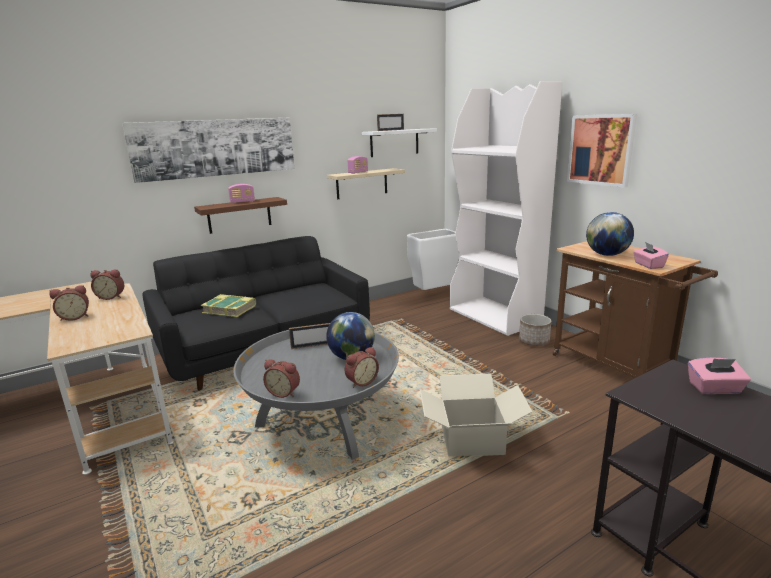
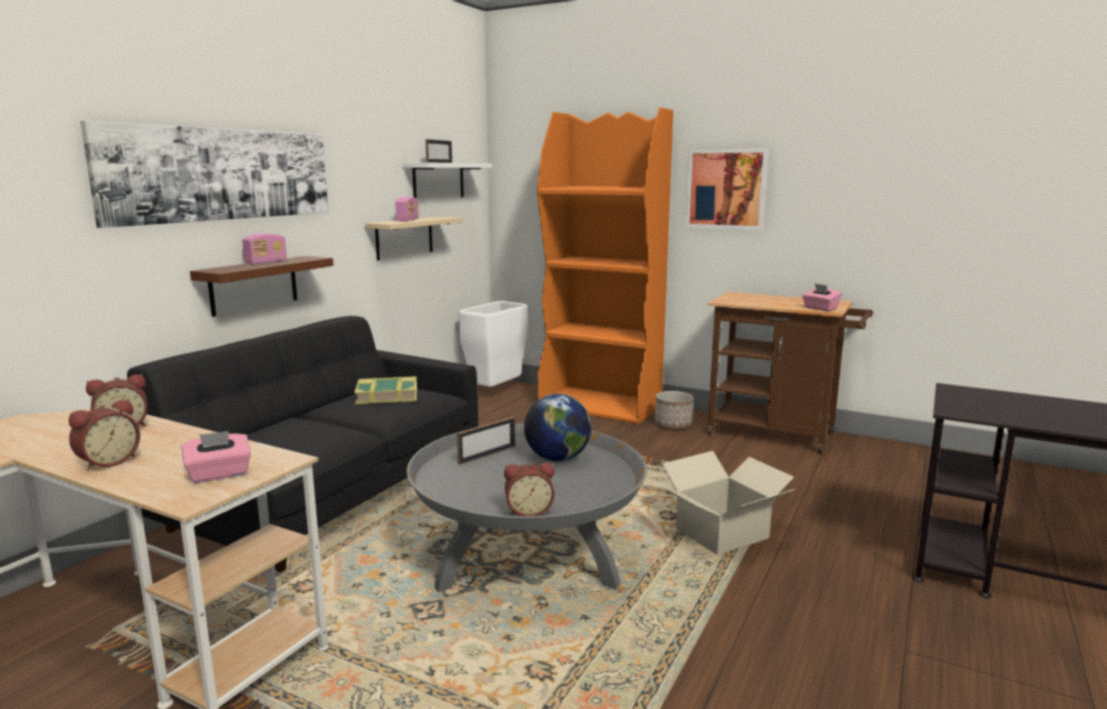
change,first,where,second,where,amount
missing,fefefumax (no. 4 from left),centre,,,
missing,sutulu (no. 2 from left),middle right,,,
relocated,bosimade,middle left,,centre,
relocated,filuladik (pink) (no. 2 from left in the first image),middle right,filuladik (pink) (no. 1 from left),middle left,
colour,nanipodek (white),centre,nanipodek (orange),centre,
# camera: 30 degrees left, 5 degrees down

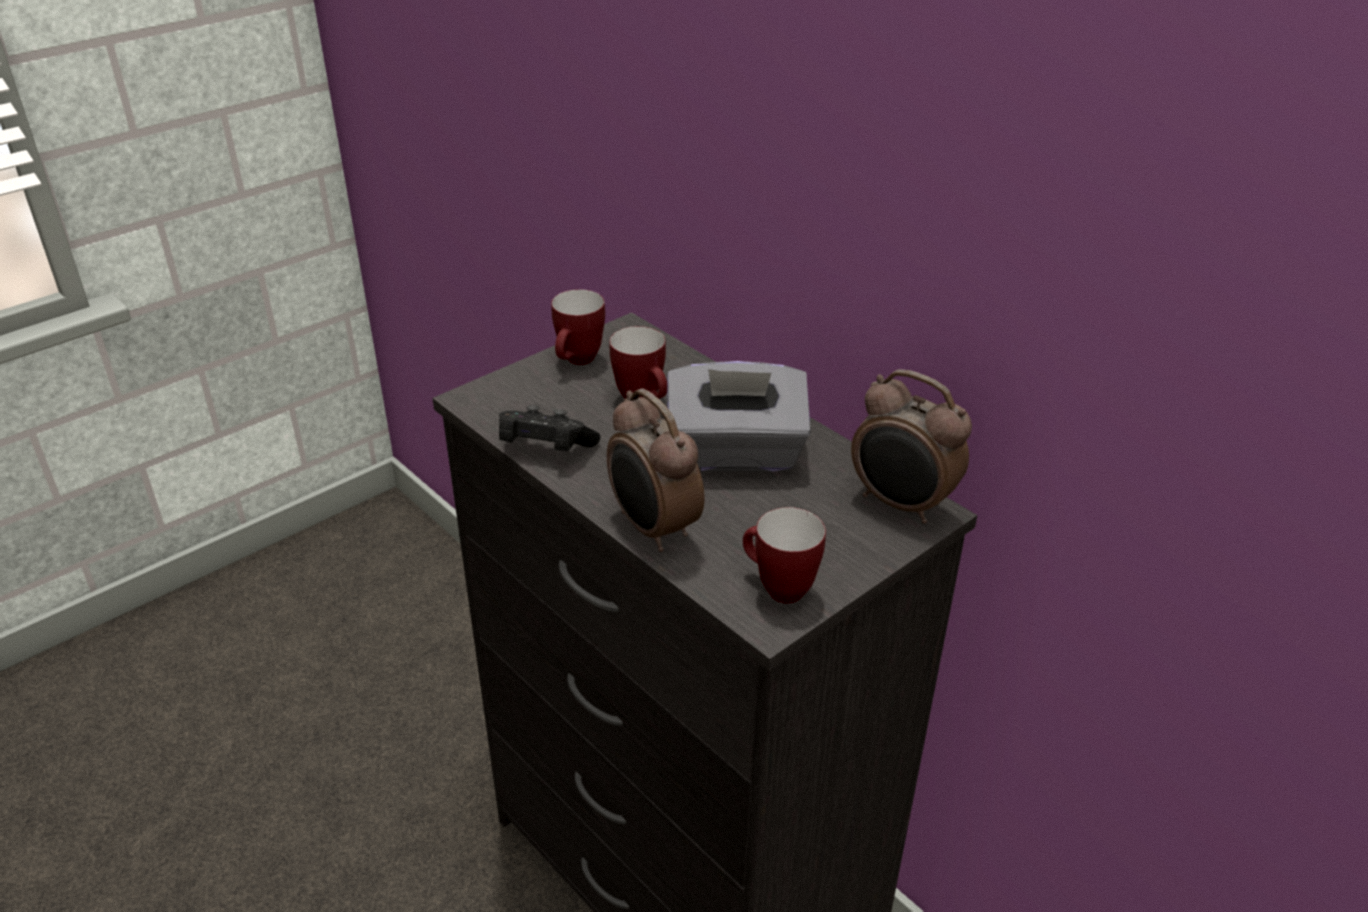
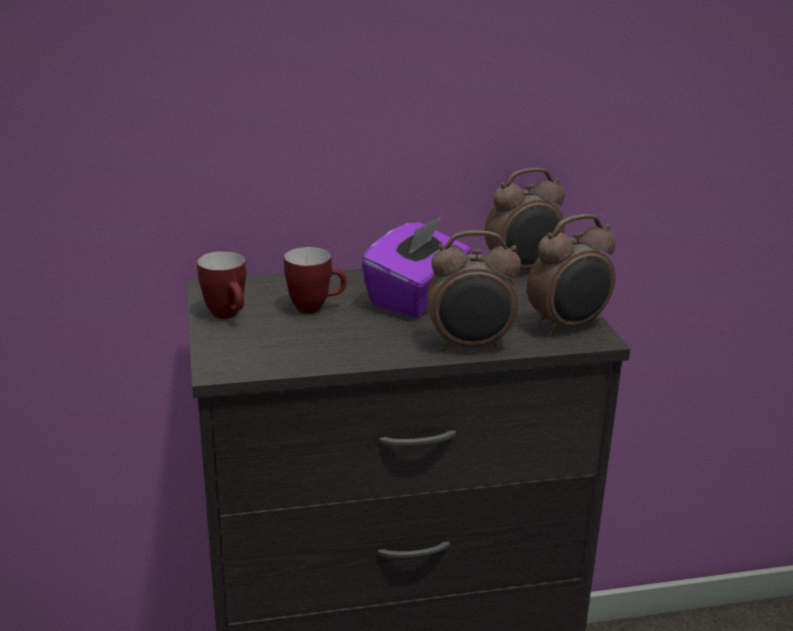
change,first,where,second,where,amount
missing,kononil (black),centre,,,
exchanged,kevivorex (no. 3 from left),centre,fefefumax (no. 3 from left),middle right,
colour,filuladik (grey),centre,filuladik (purple),centre,
# camera: 60 degrees left, 10 degrees down

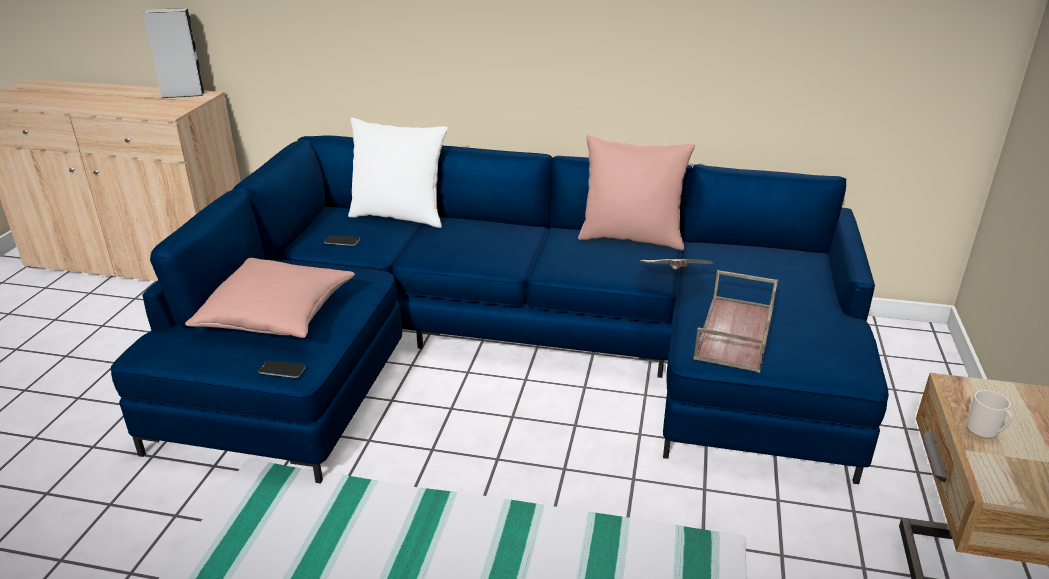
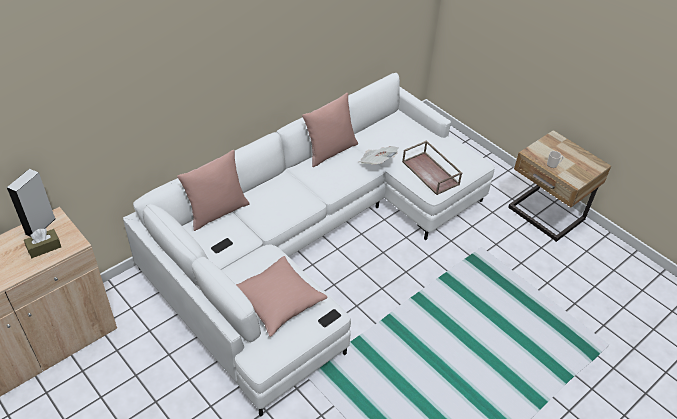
change,first,where,second,where,amount
appeared,,,filuladik (brown),middle left,
colour,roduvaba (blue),centre,roduvaba (white),centre,
colour,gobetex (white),top centre,gobetex (pink) (no. 1 from left),middle left,
# camera: 55 degrees left, 15 degrees up

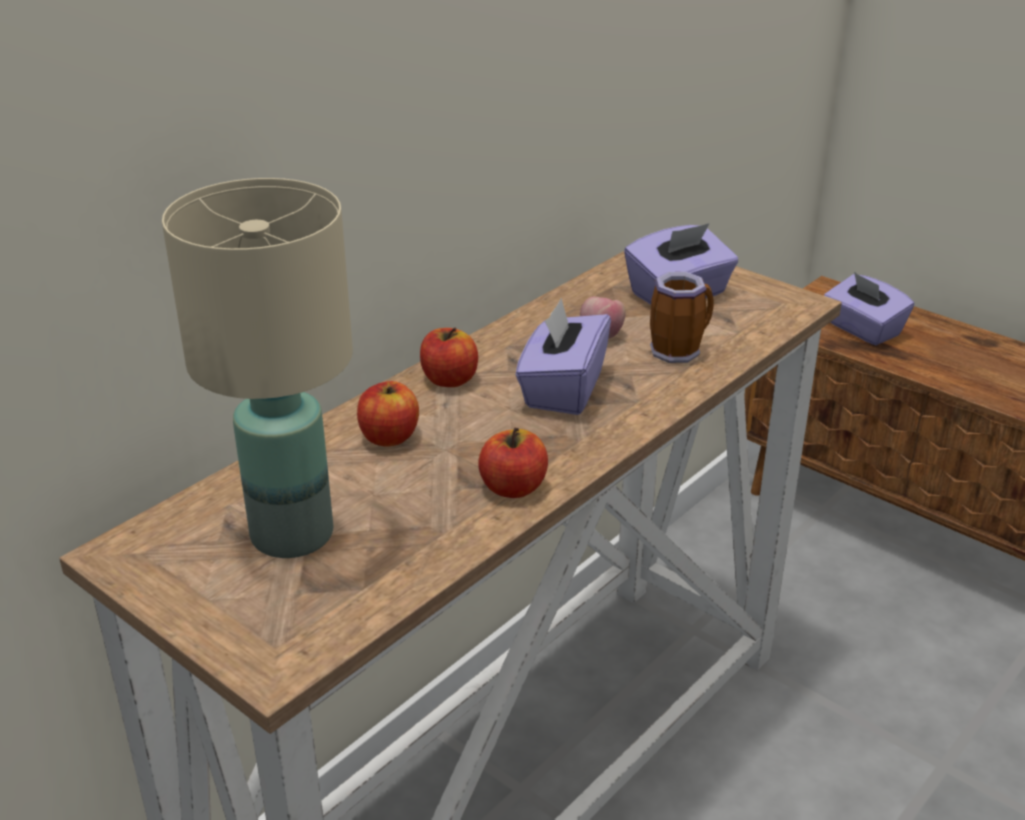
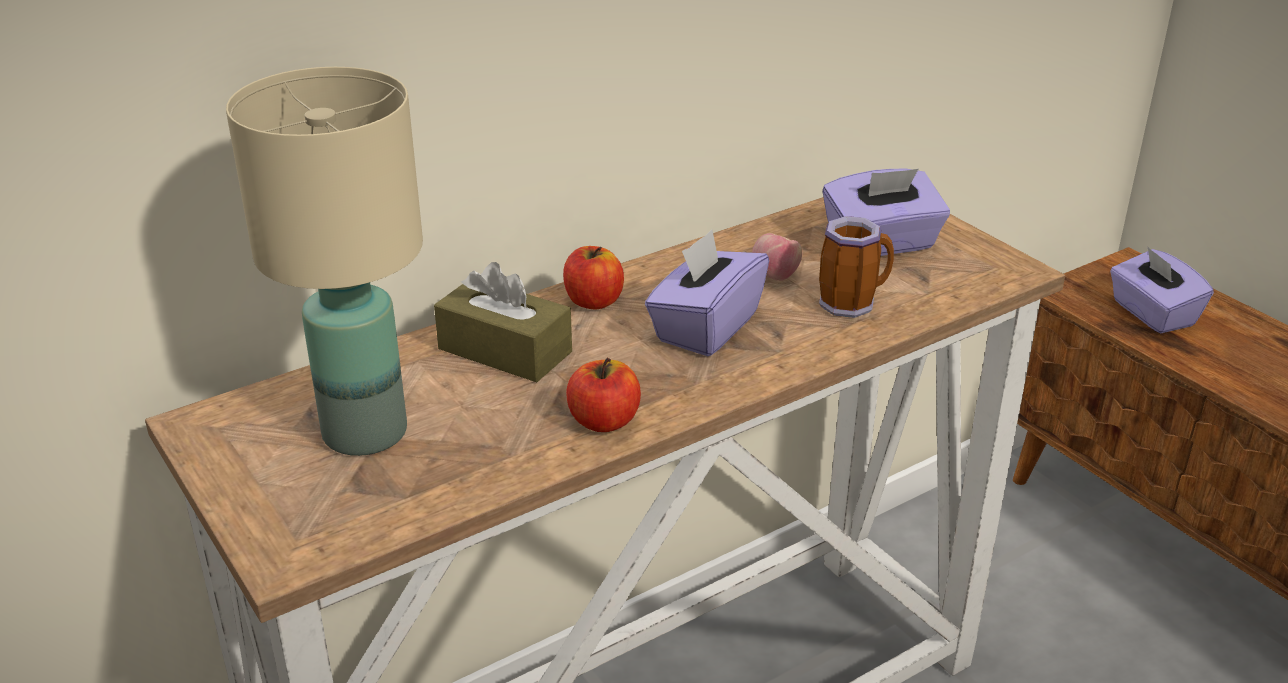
change,first,where,second,where,amount
exchanged,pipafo (no. 1 from left),centre,filuladik (brown),centre,
# camera: 15 degrees right, 0 degrees up

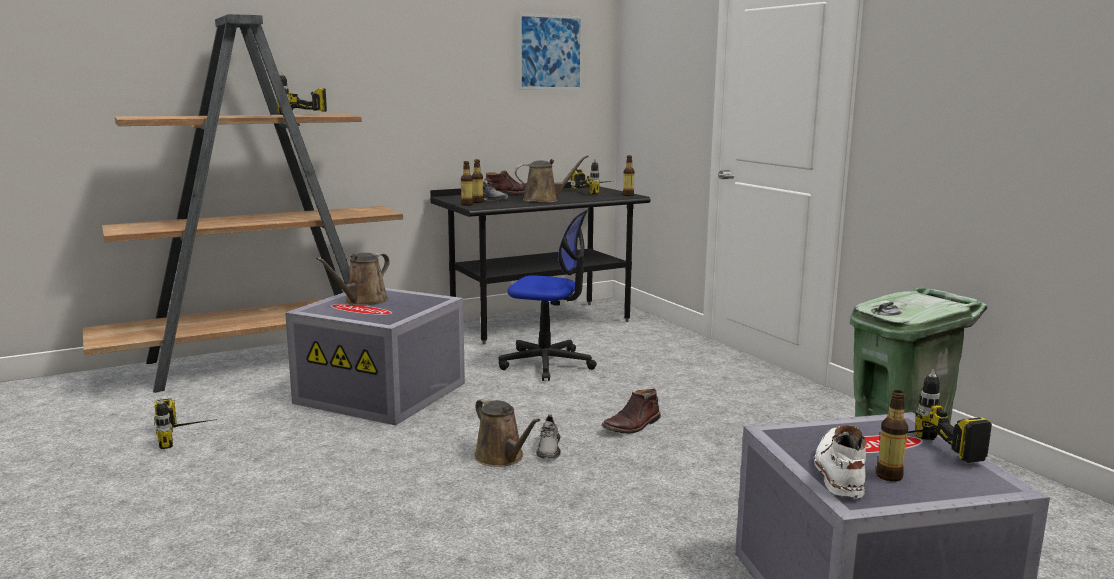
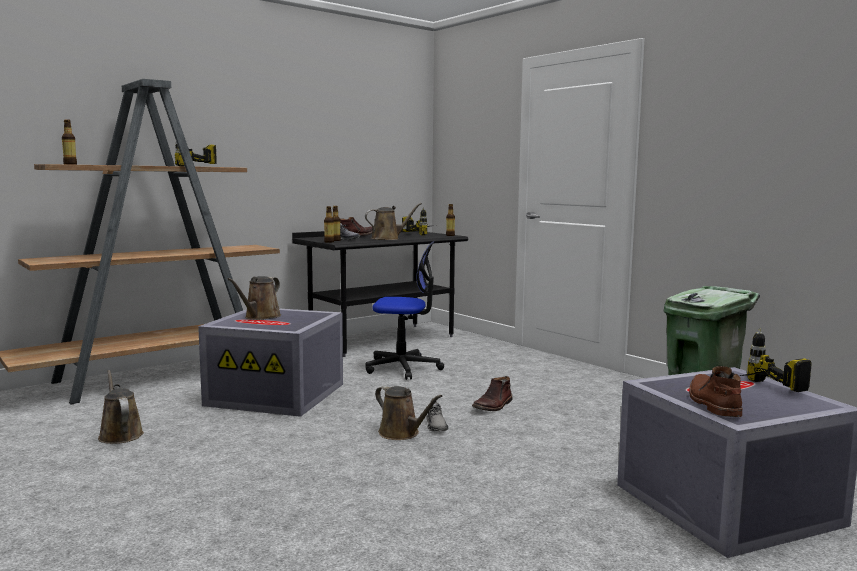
change,first,where,second,where,amount
missing,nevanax,top centre,,,
relocated,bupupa (no. 4 from left in the first image),bottom right,bupupa (no. 1 from left),top left,
exchanged,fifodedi (no. 1 from left),bottom left,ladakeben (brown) (no. 1 from left),bottom left,
colour,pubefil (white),bottom right,pubefil (brown) (no. 3 from left),bottom right,
# camera: 10 degrees left, 5 degrees down

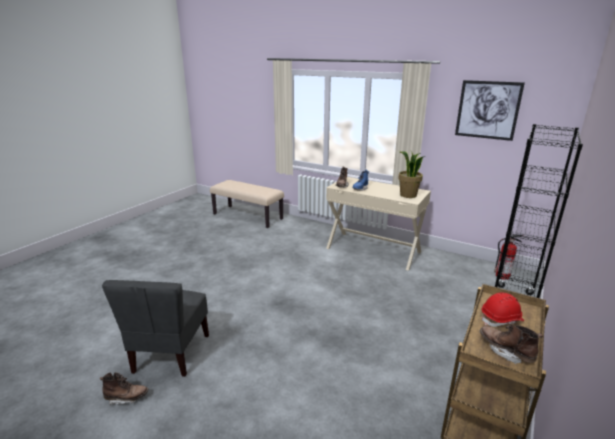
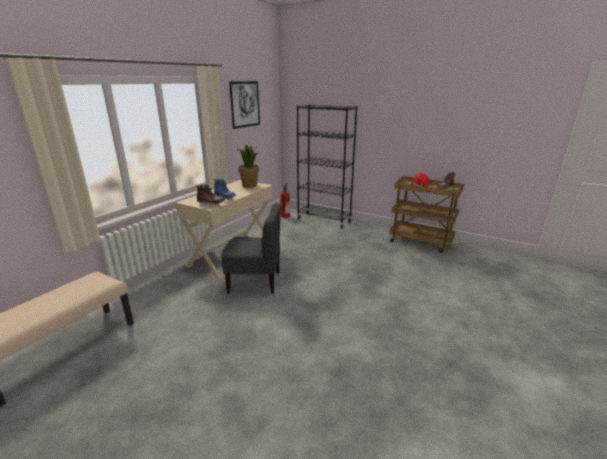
change,first,where,second,where,amount
missing,pubefil (brown) (no. 1 from left),bottom left,,,
relocated,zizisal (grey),bottom left,,centre,
# camera: 90 degrees left, 0 degrees up

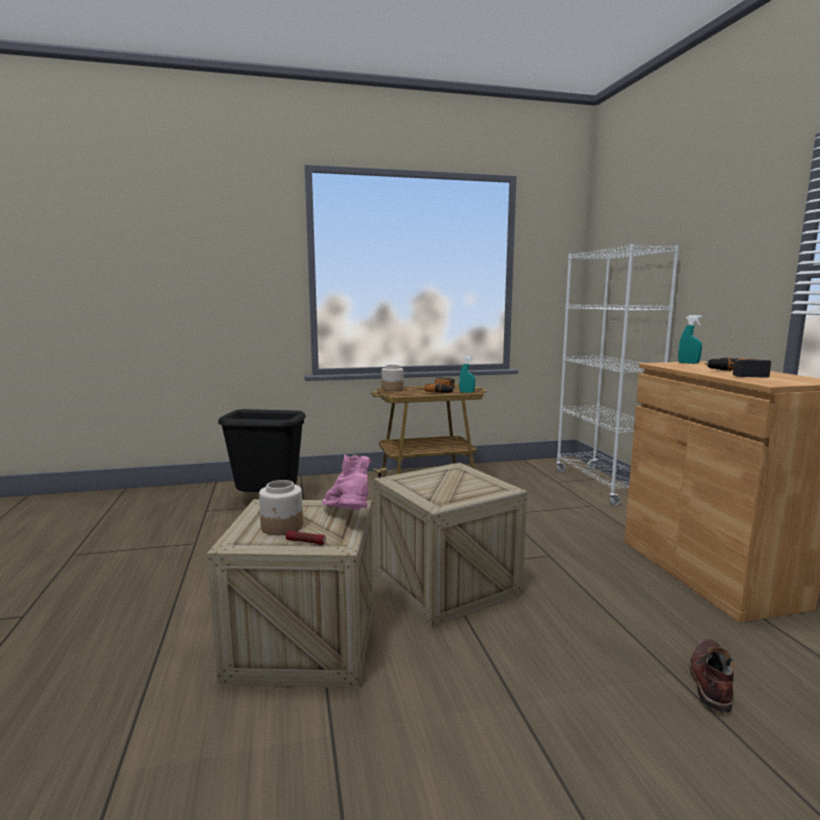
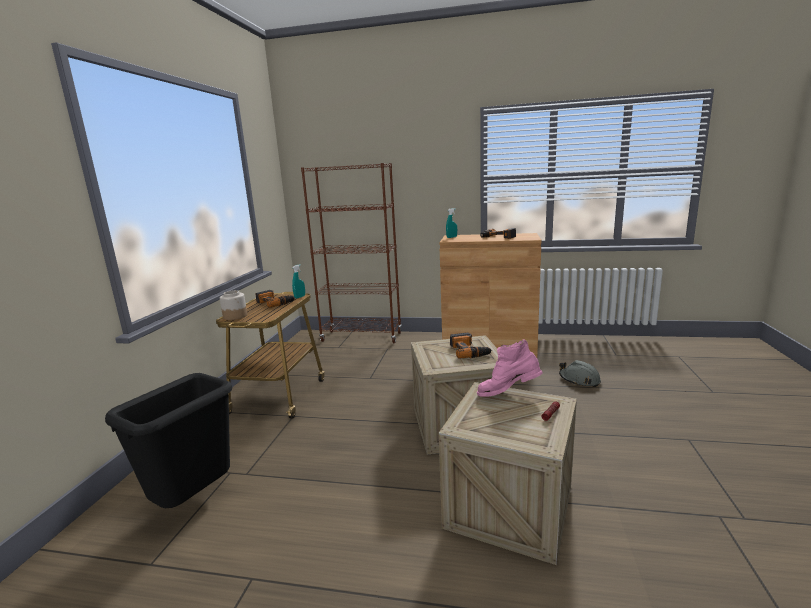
change,first,where,second,where,amount
missing,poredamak (no. 1 from left),centre,,,
appeared,,,fifodedi (no. 2 from left),centre,
exchanged,pubefil (brown),bottom right,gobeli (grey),middle right,
colour,nanipodek (white),middle right,nanipodek (brown),centre,
# camera: 65 degrees left, 5 degrees up

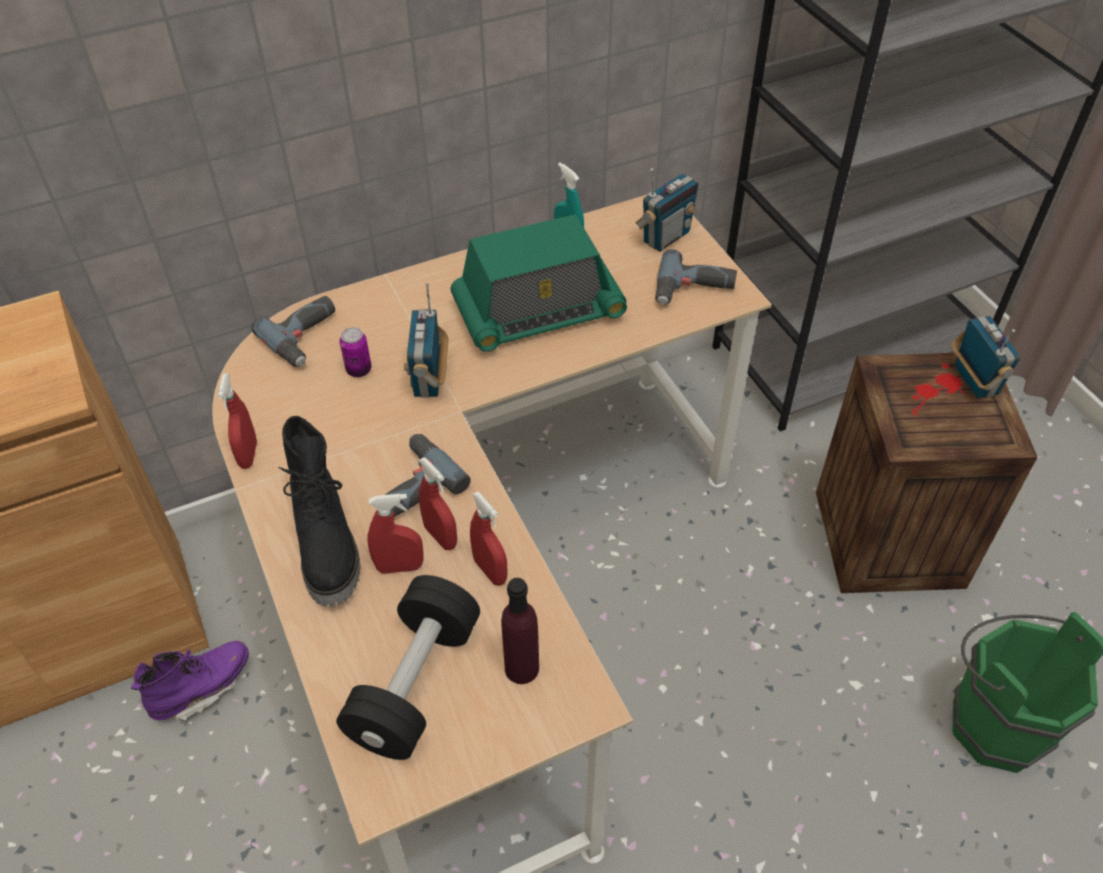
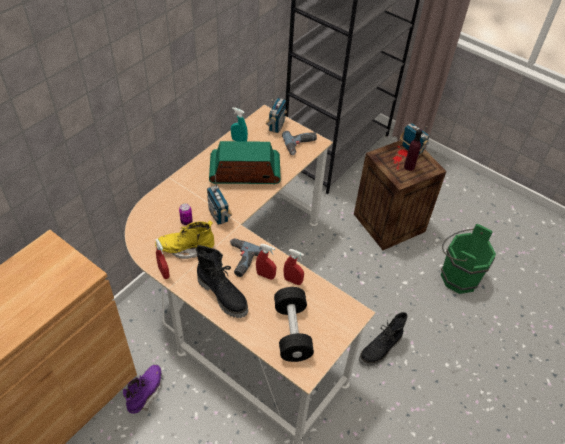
change,first,where,second,where,amount
missing,fifodedi (no. 1 from left),middle left,,,
missing,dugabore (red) (no. 2 from left),centre,,,
appeared,,,pubefil (yellow),middle left,
appeared,,,pubefil (black) (no. 2 from left),bottom right,
relocated,bupupa (purple),bottom centre,,middle right,
spun,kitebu (no. 2 from left),top centre,,centre,135 degrees counterclockwise
# camera: 30 degrees left, 0 degrees up

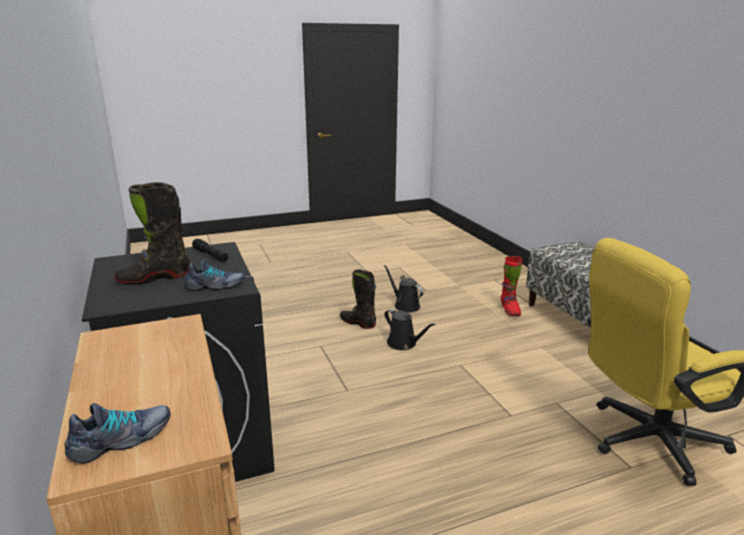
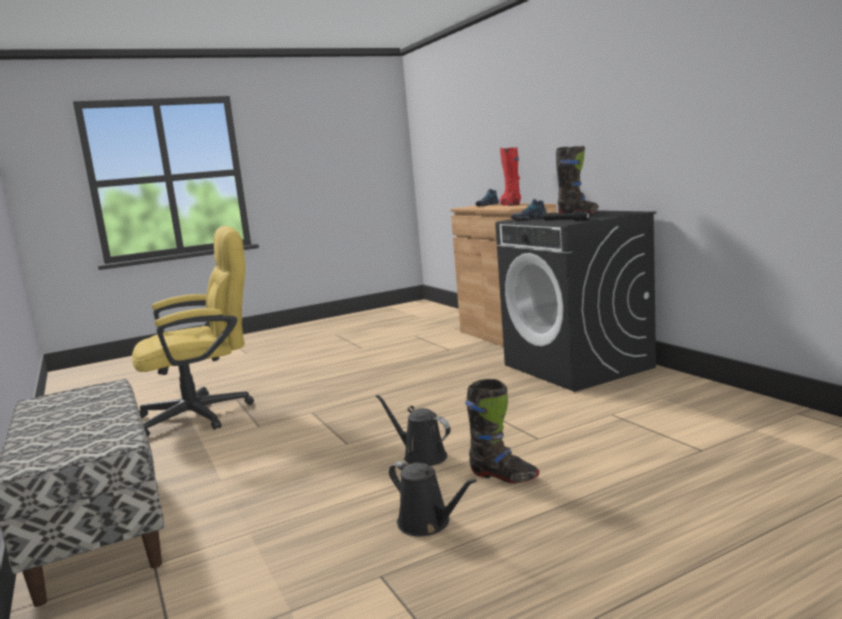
change,first,where,second,where,amount
relocated,pubefil (red),middle right,,top centre,
# camera: 175 degrees right, 10 degrees down

